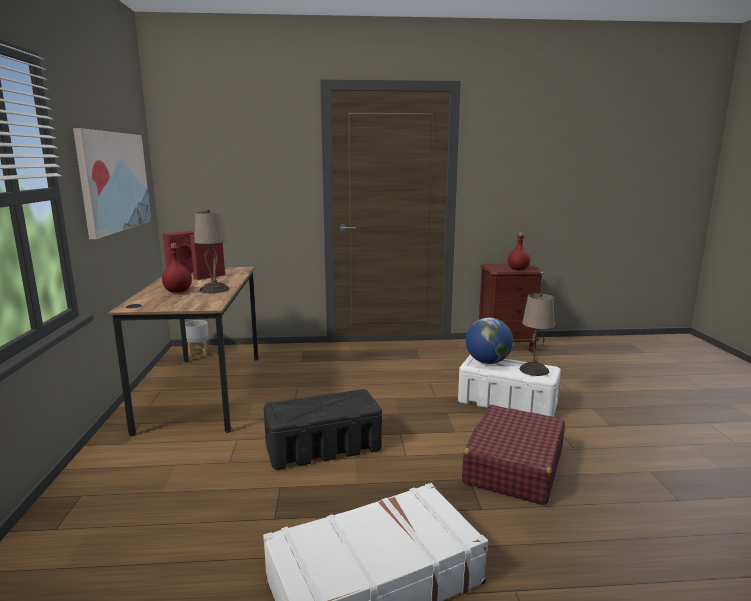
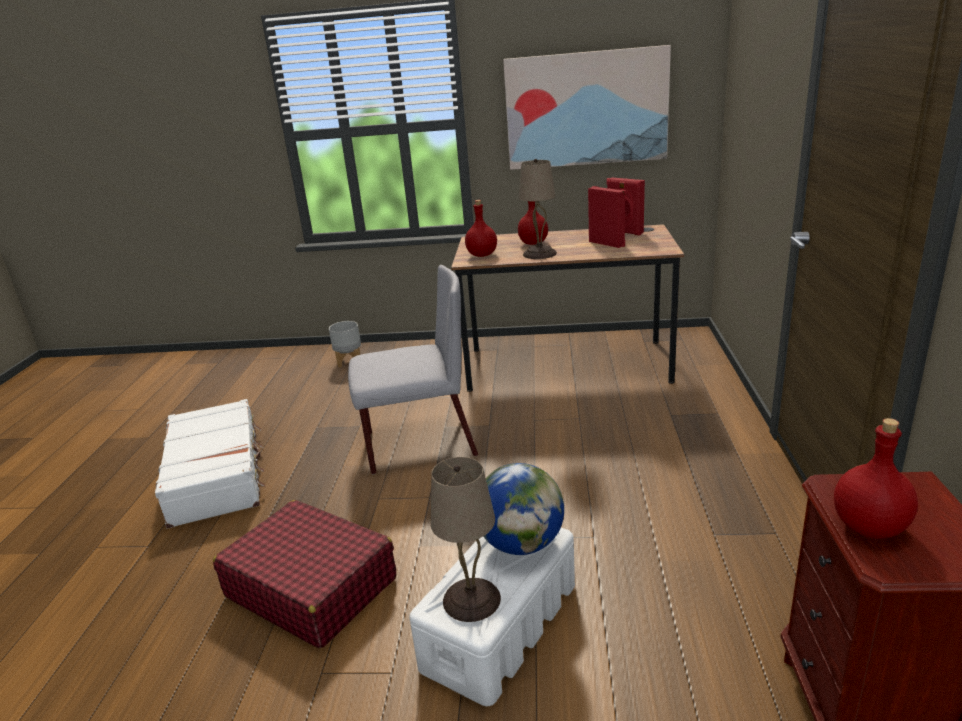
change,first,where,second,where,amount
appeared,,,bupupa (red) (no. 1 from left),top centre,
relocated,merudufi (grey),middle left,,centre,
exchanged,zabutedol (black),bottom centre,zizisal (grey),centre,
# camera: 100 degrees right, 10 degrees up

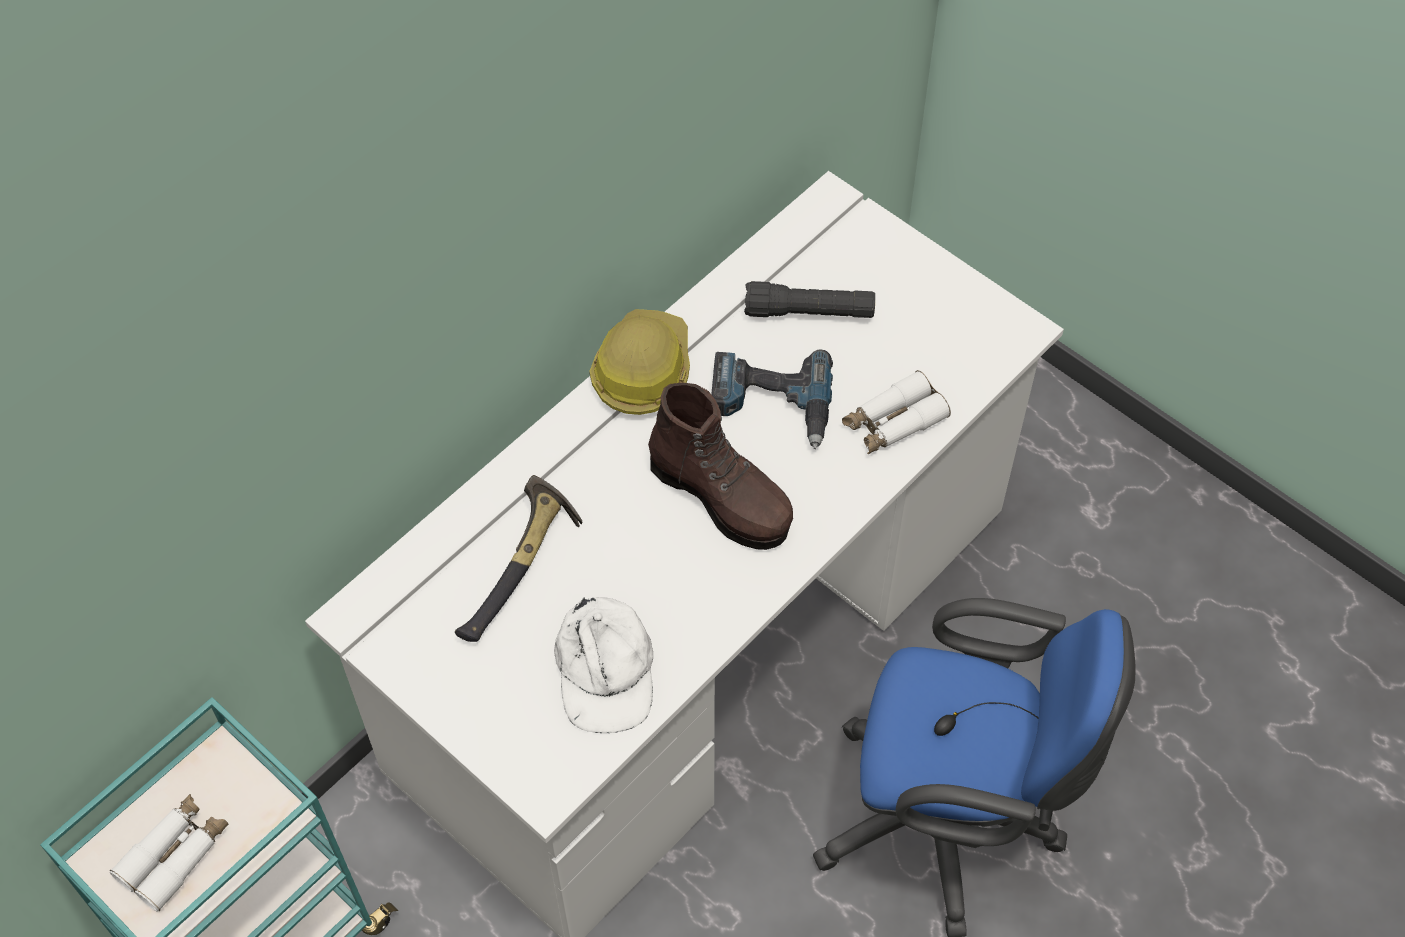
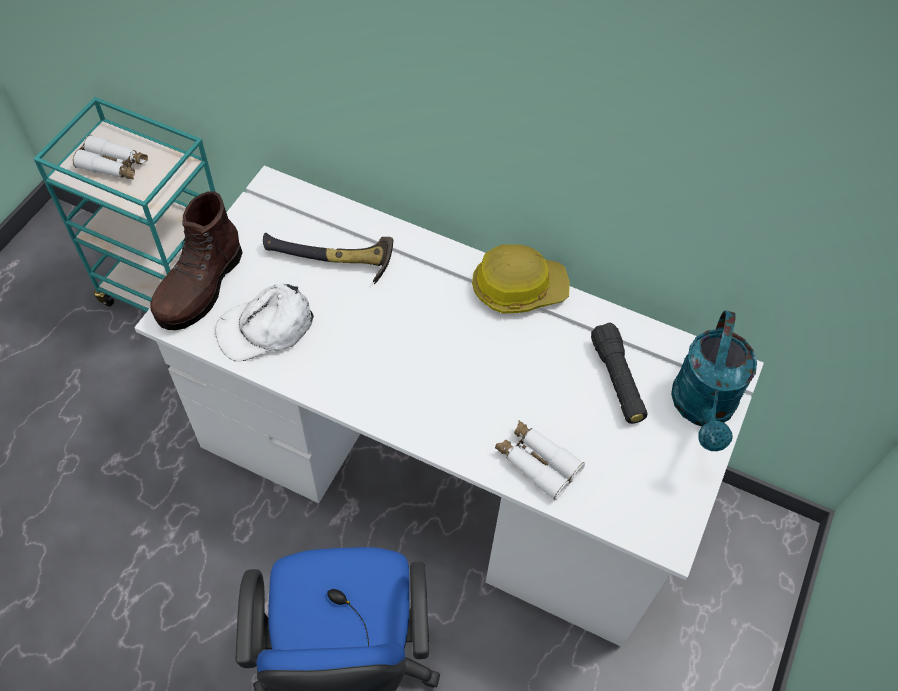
change,first,where,second,where,amount
missing,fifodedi,centre,,,
appeared,,,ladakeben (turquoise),middle right,
relocated,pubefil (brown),centre,,middle left,
# camera: 70 degrees right, 0 degrees up

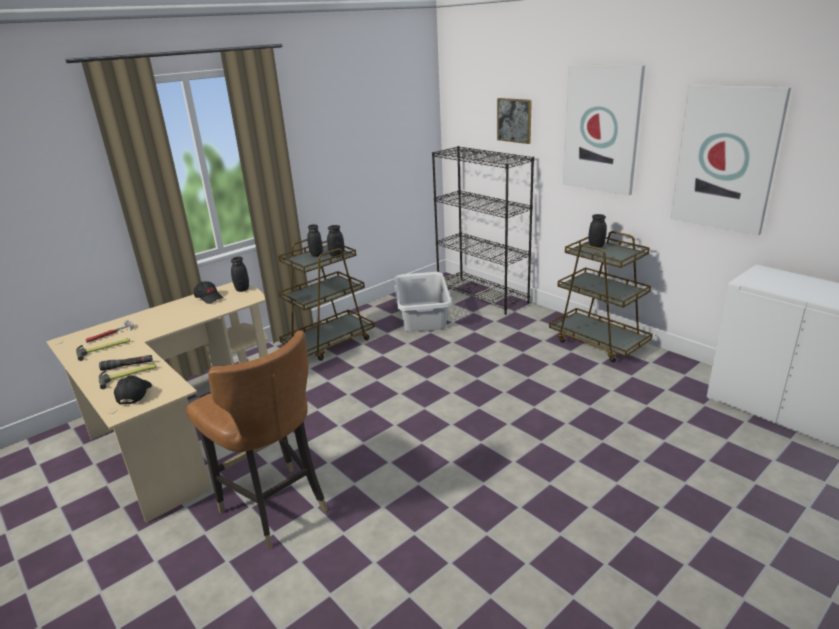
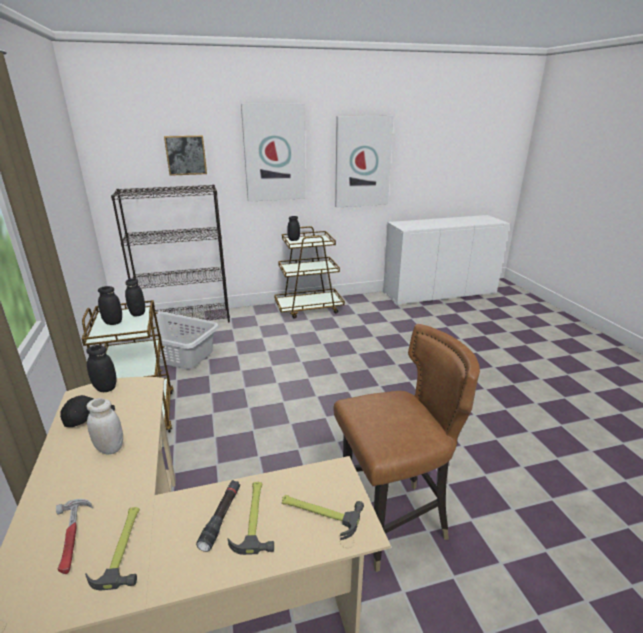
change,first,where,second,where,amount
appeared,,,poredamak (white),bottom left,
exchanged,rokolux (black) (no. 1 from left),middle left,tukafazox (no. 4 from left),bottom centre,
# camera: 65 degrees left, 0 degrees up

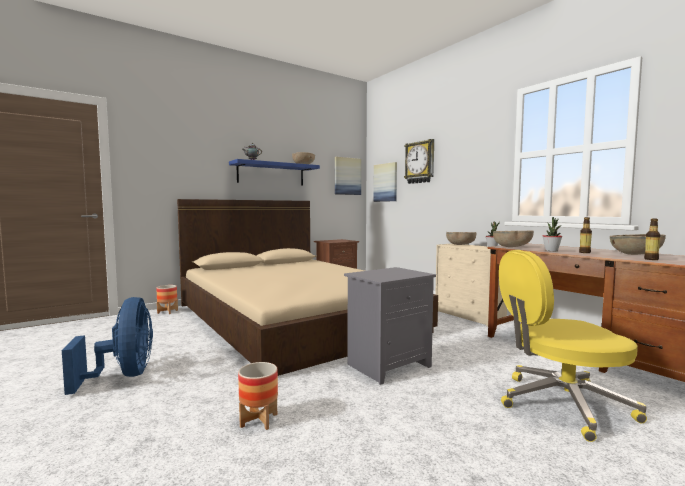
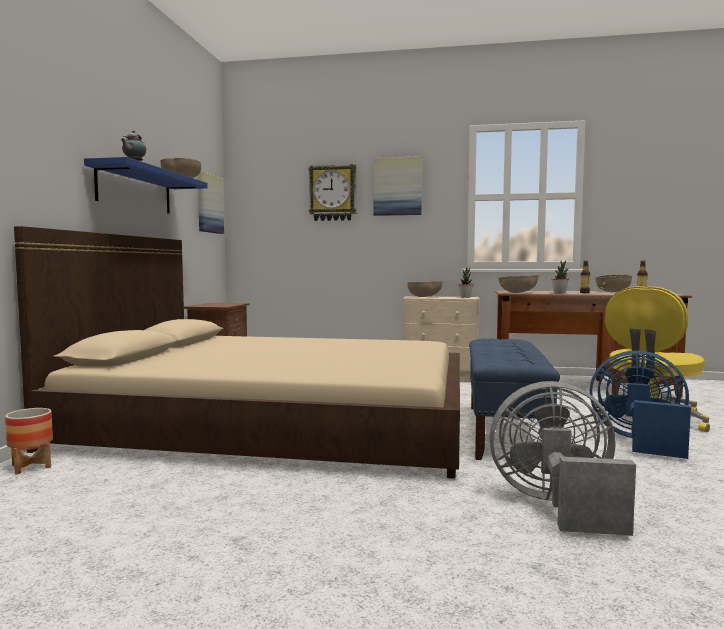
change,first,where,second,where,amount
relocated,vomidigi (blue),bottom left,,middle right,
relocated,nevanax (no. 2 from left),centre,,top centre,
exchanged,merudufi (no. 2 from left),bottom centre,vomidigi (grey),bottom right,
exchanged,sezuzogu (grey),bottom centre,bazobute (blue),middle right,
# camera: 45 degrees left, 0 degrees up

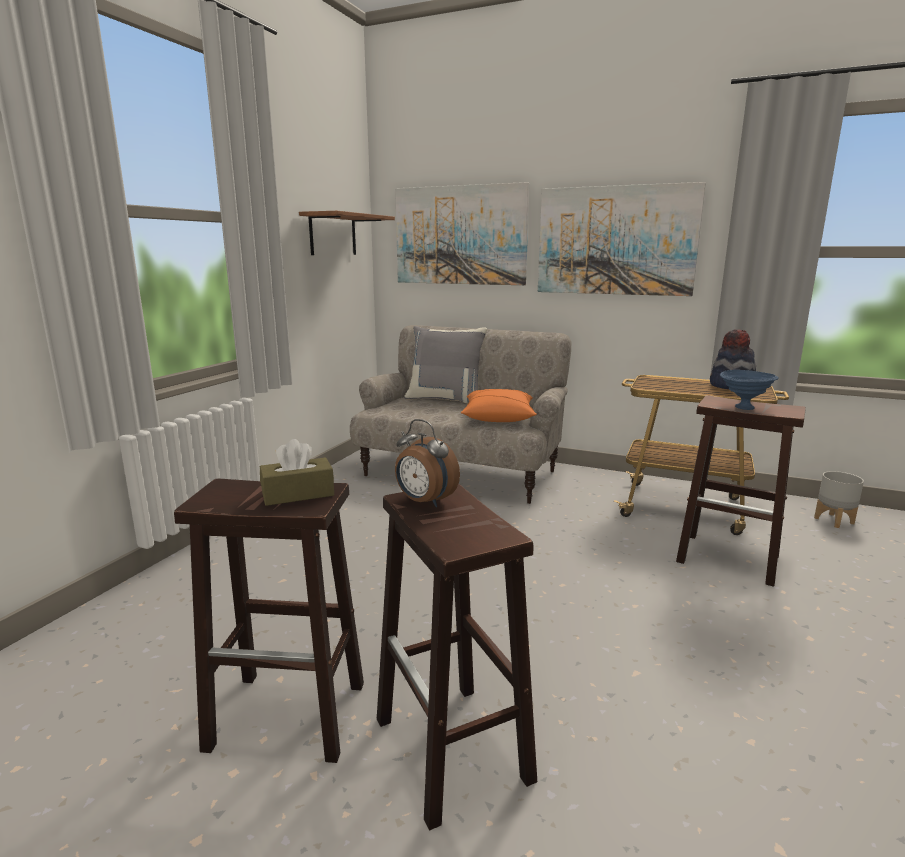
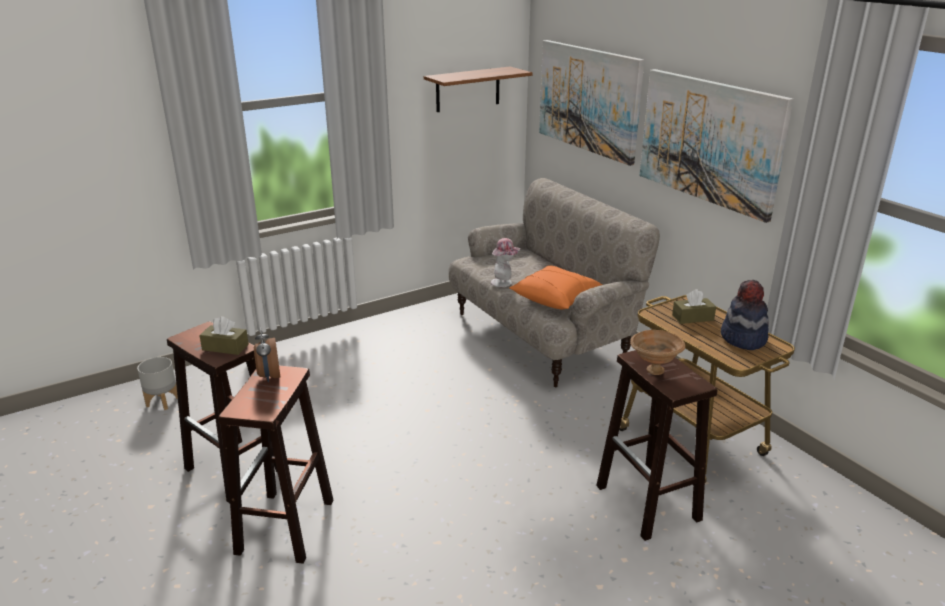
change,first,where,second,where,amount
missing,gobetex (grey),centre,,,
appeared,,,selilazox (no. 1 from left),centre,
appeared,,,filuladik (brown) (no. 2 from left),middle right,
relocated,merudufi (grey),middle right,,middle left,
colour,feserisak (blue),middle right,feserisak (brown),middle right,
# camera: 35 degrees right, 10 degrees up

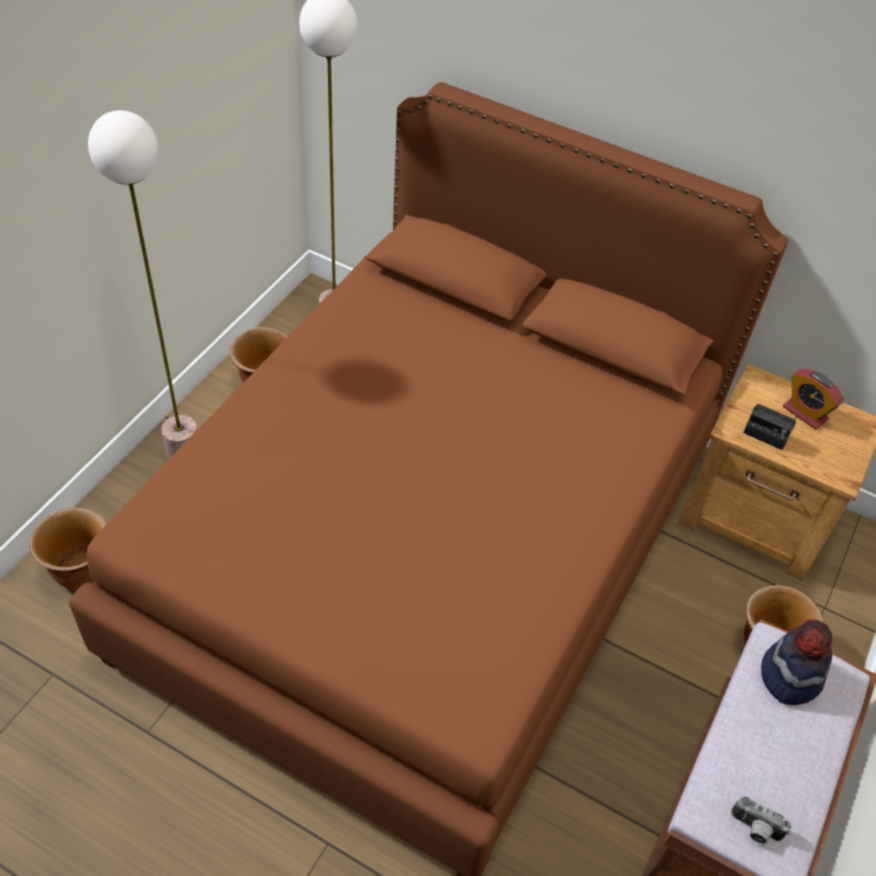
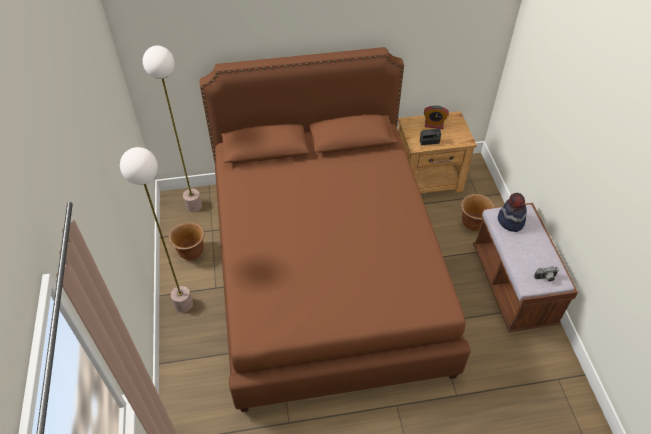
change,first,where,second,where,amount
missing,merudufi (brown) (no. 1 from left),middle left,,,
# camera: 35 degrees left, 0 degrees up

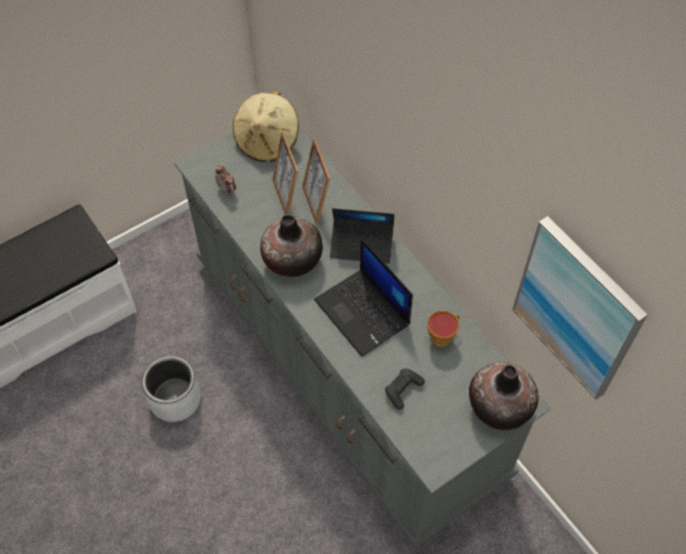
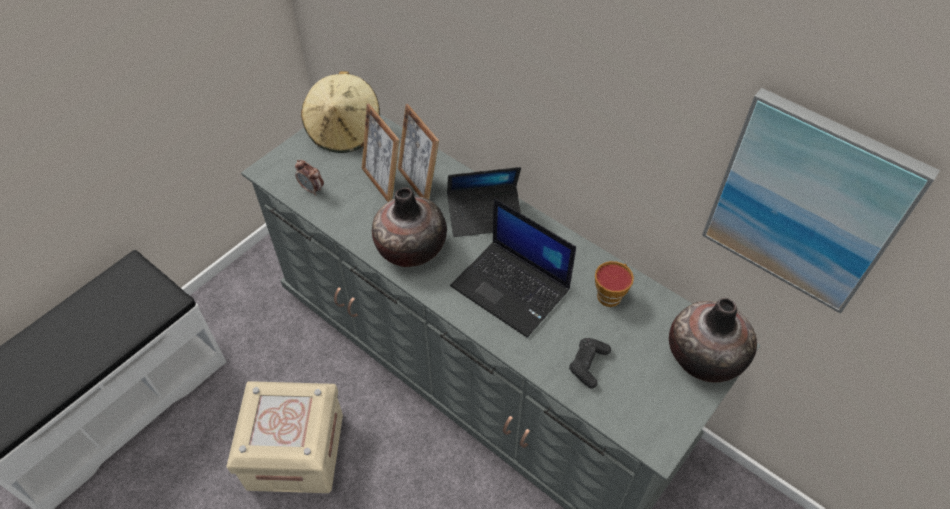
change,first,where,second,where,amount
exchanged,merudufi (grey),bottom left,zabutedol (beige),bottom left,
# camera: 15 degrees left, 5 degrees down

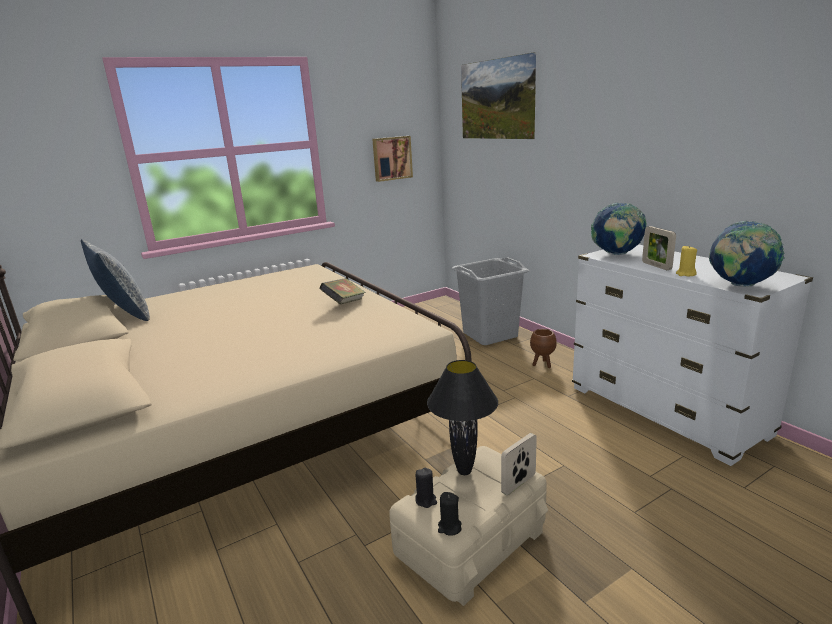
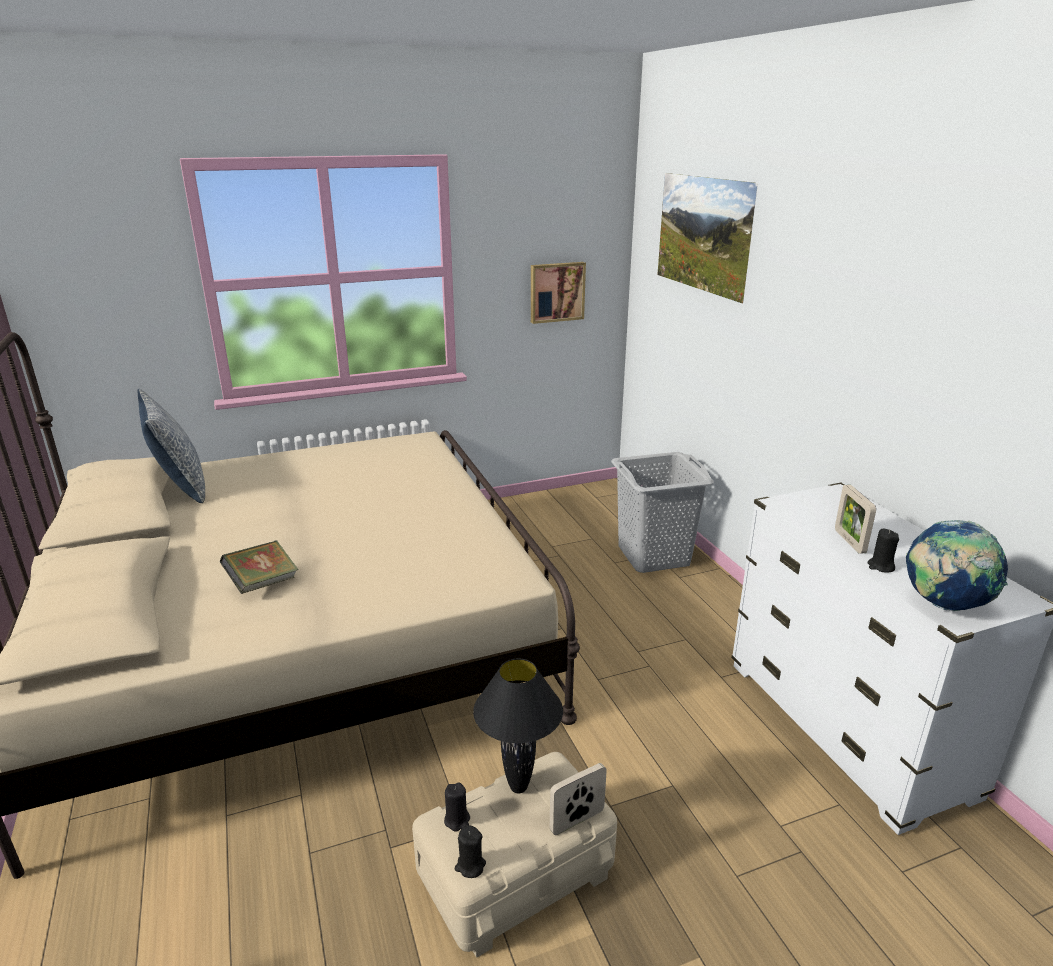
change,first,where,second,where,amount
missing,merudufi (brown),centre,,,
missing,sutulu (no. 1 from left),middle right,,,
relocated,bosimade,centre,,middle left,
colour,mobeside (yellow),middle right,mobeside (black) (no. 3 from left),middle right,
# camera: 10 degrees right, 5 degrees up

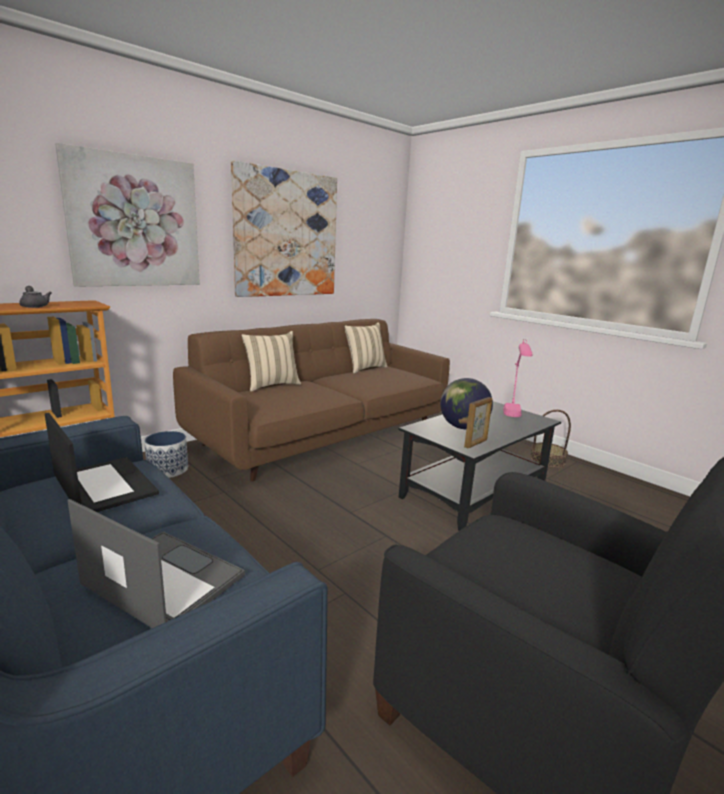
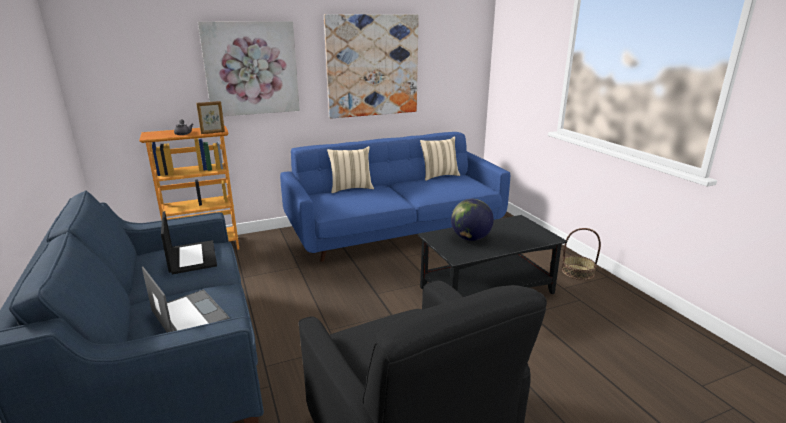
change,first,where,second,where,amount
missing,merudufi,middle left,,,
missing,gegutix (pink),middle right,,,
relocated,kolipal,centre,,top left,
colour,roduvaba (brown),centre,roduvaba (blue) (no. 2 from left),centre,
# camera: 20 degrees right, 5 degrees up

